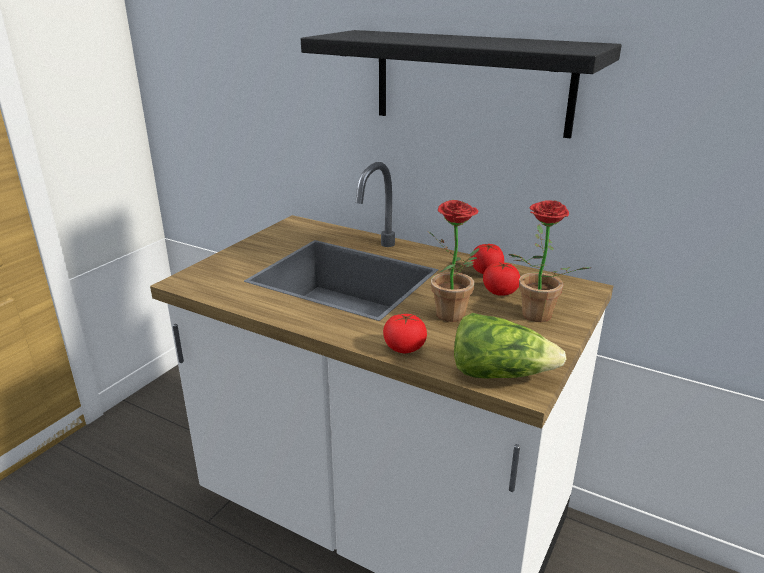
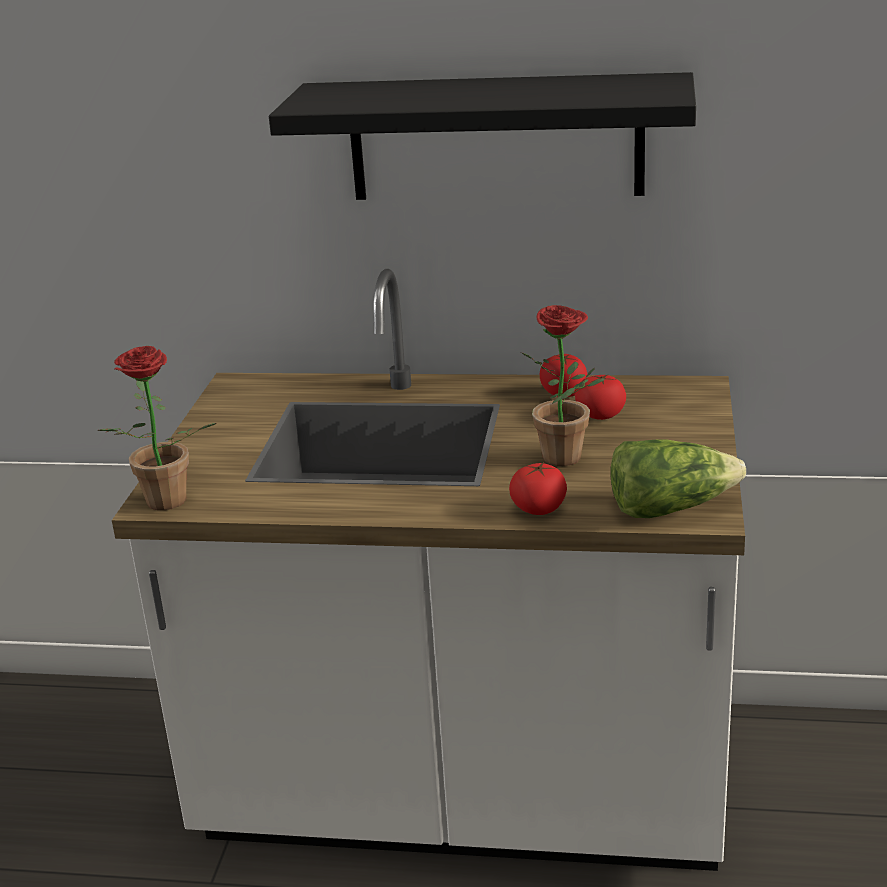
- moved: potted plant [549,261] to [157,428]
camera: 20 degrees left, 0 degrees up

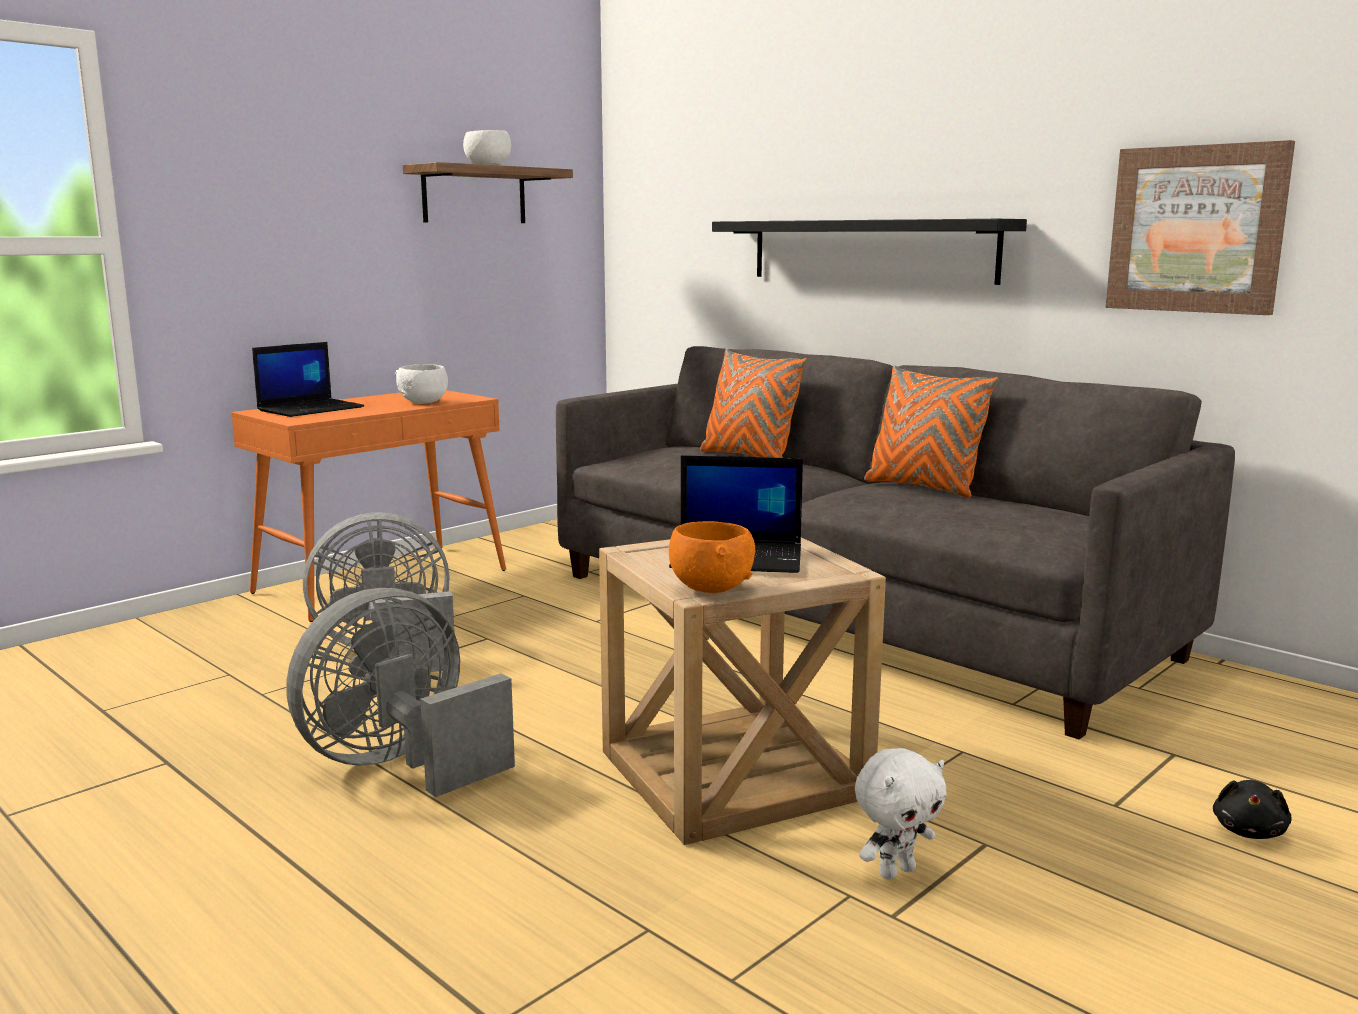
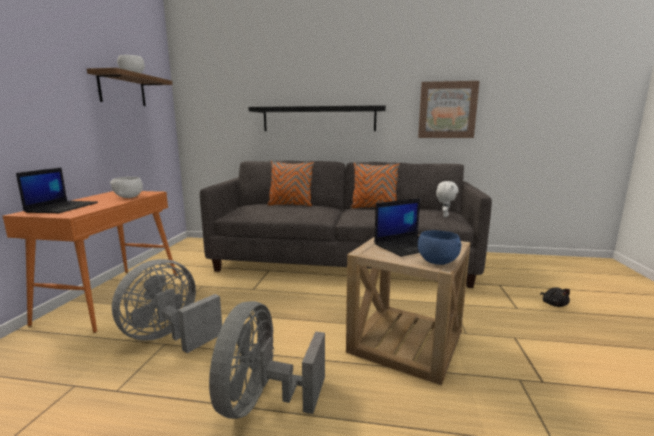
- recoloured: orange bowl [712,557] to blue bowl [440,247]
- moved: white plush toy [901,814] to [447,199]
camera: 35 degrees left, 0 degrees up

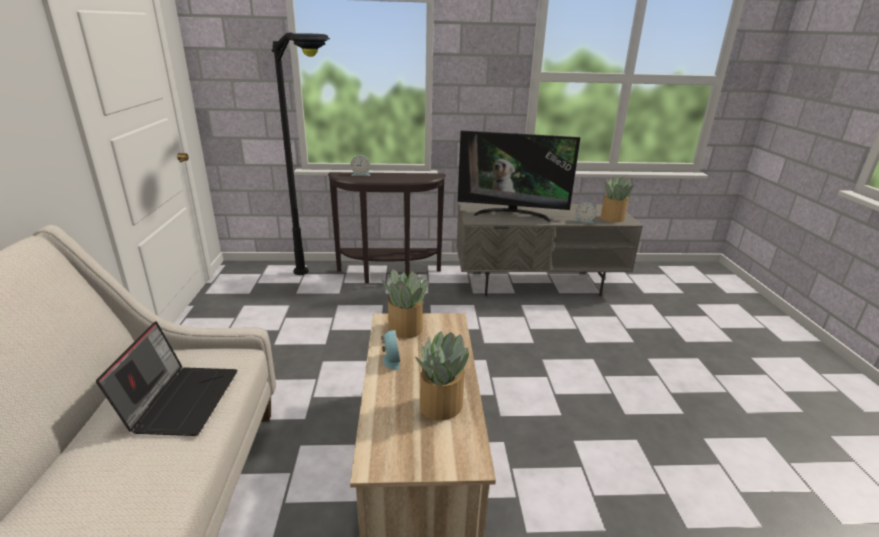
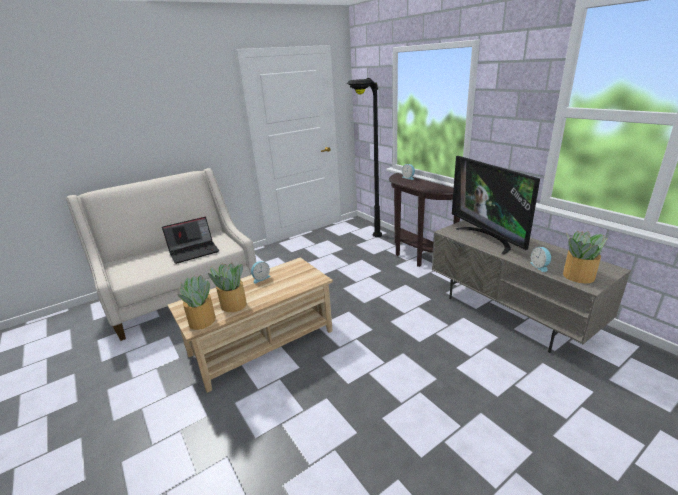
- moved: potted plant [405,303] to [196,302]
camera: 60 degrees right, 0 degrees up

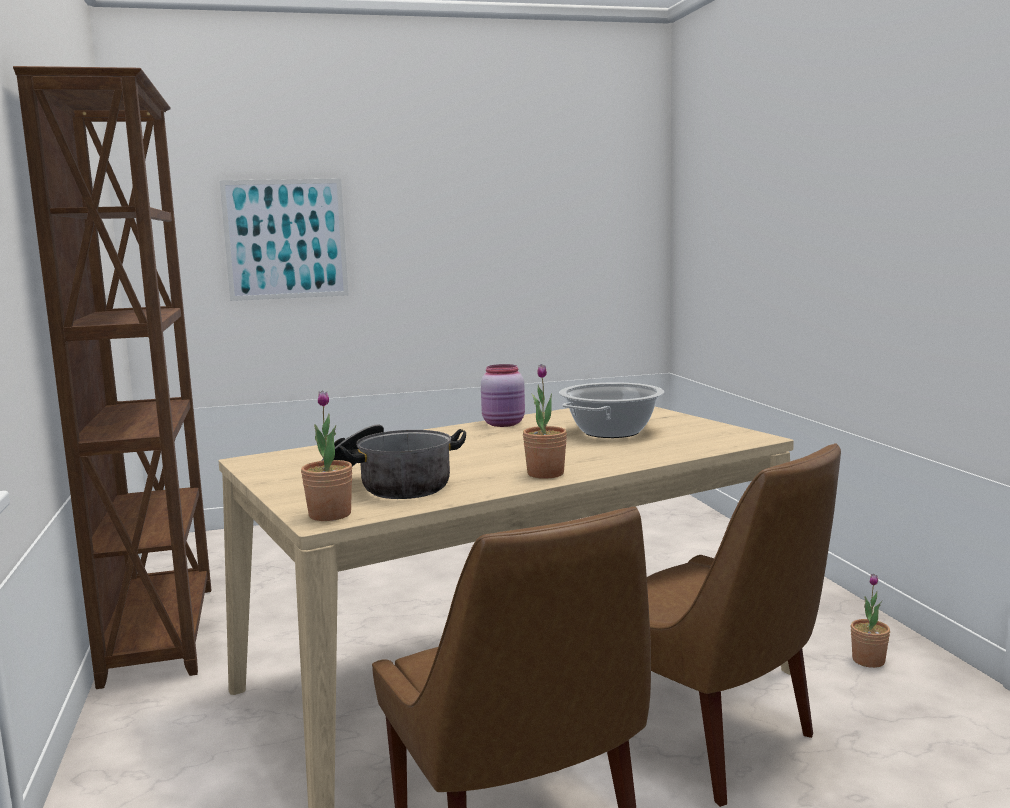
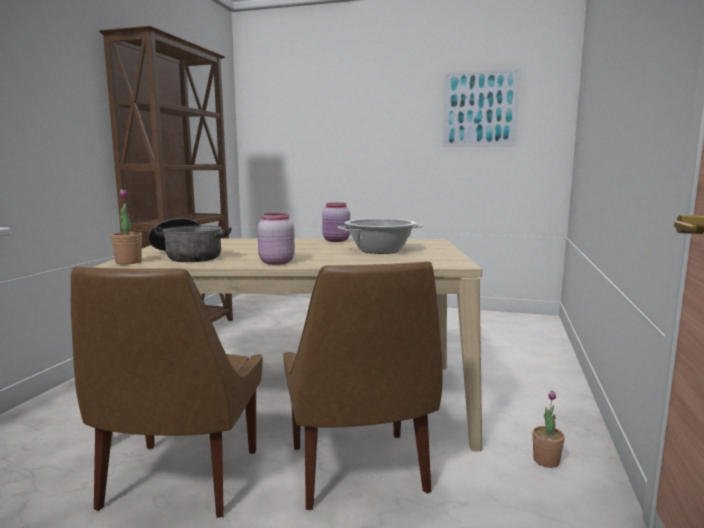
- moved: picture [284,239] to [481,107]
- replaced: potted plant [545,421] to pink jar [276,239]
camera: 30 degrees right, 0 degrees up

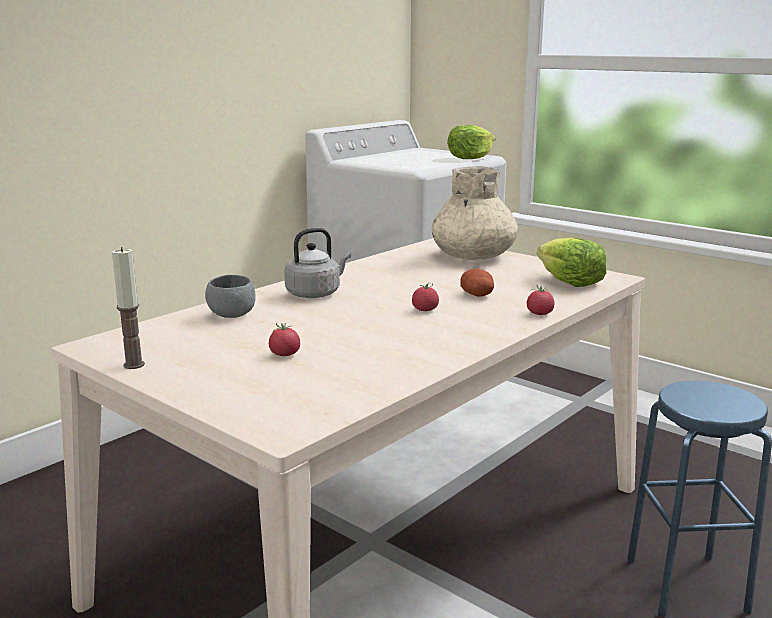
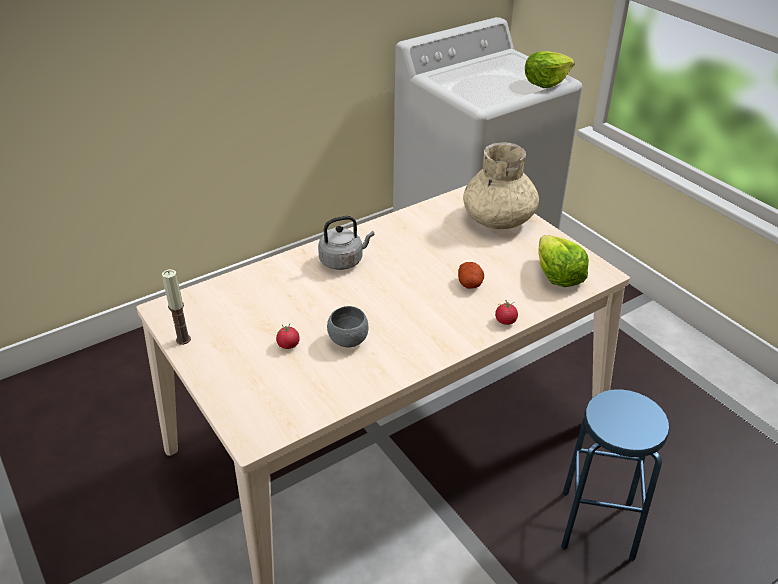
- moved: grey bowl [230,296] to [347,326]
- removed: tomato [425,297]
camera: 15 degrees right, 20 degrees up

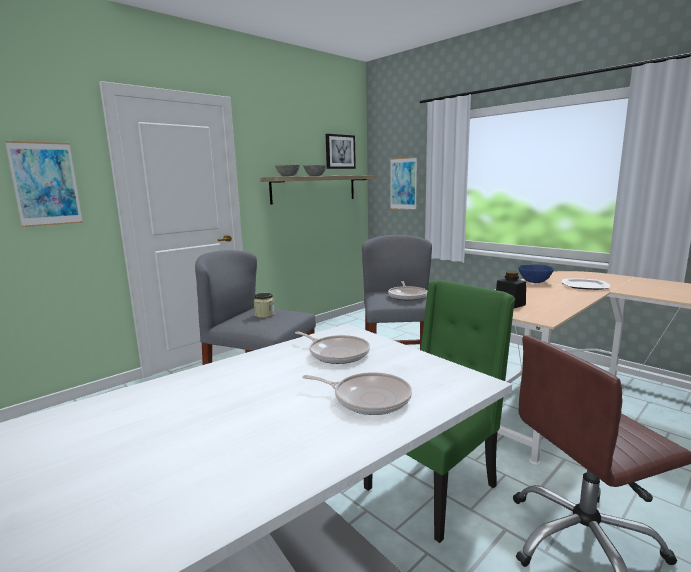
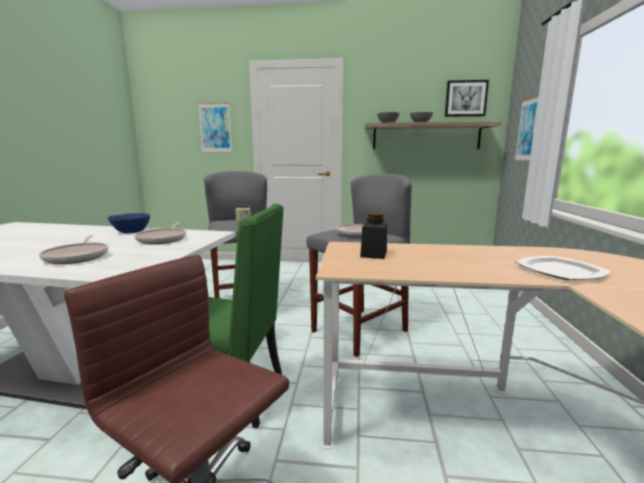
- moved: blue bowl [536,273] to [129,223]
camera: 50 degrees right, 0 degrees up

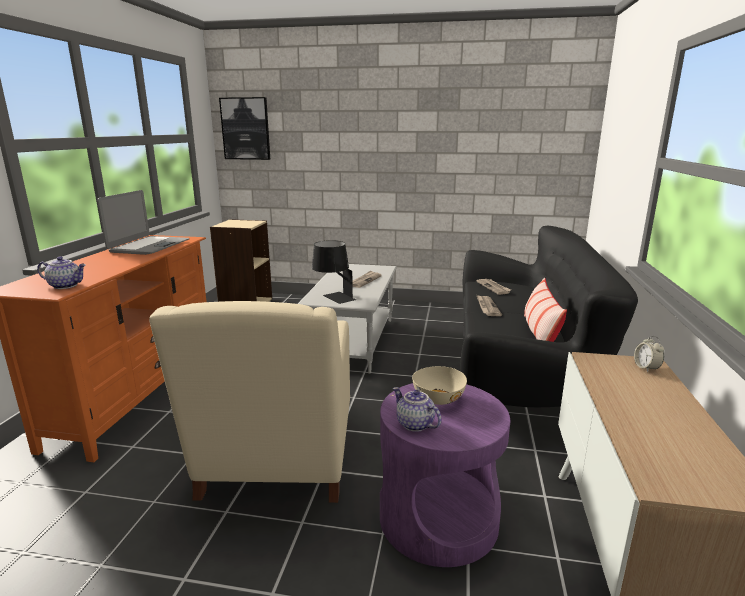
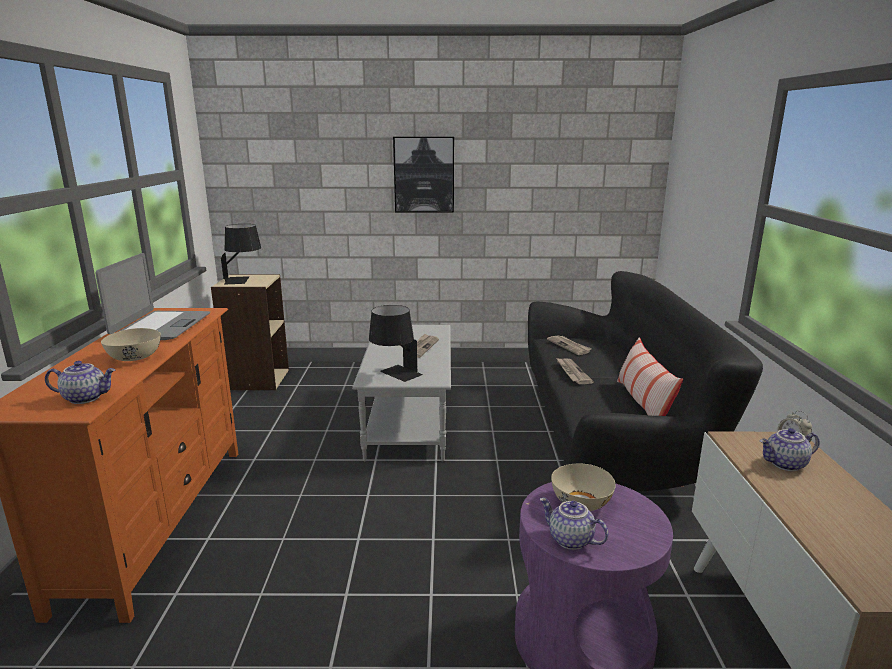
- moved: picture [244,128] to [423,175]
- removed: beige armchair [249,402]
- added: black table lamp [241,254]
- added: beige bowl [131,344]
- added: teapot [789,449]
camera: 10 degrees left, 0 degrees up

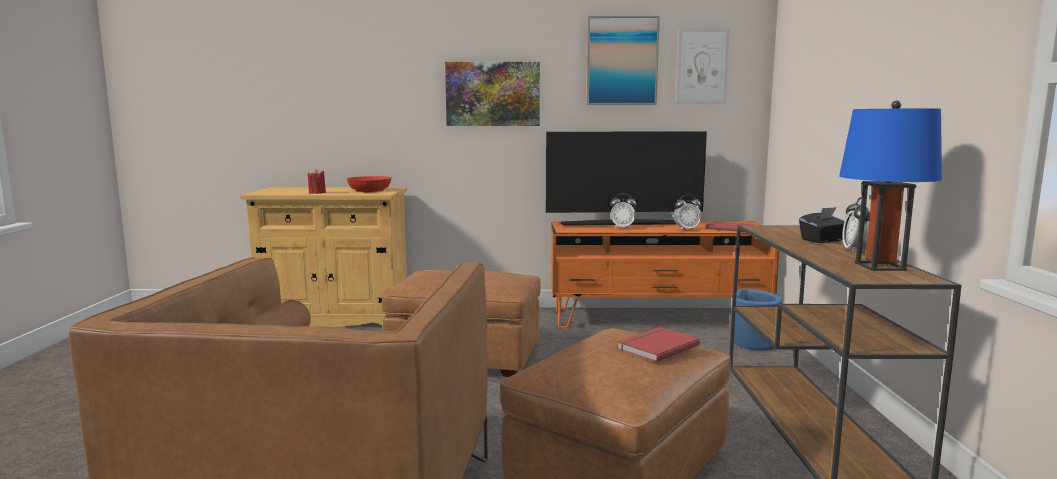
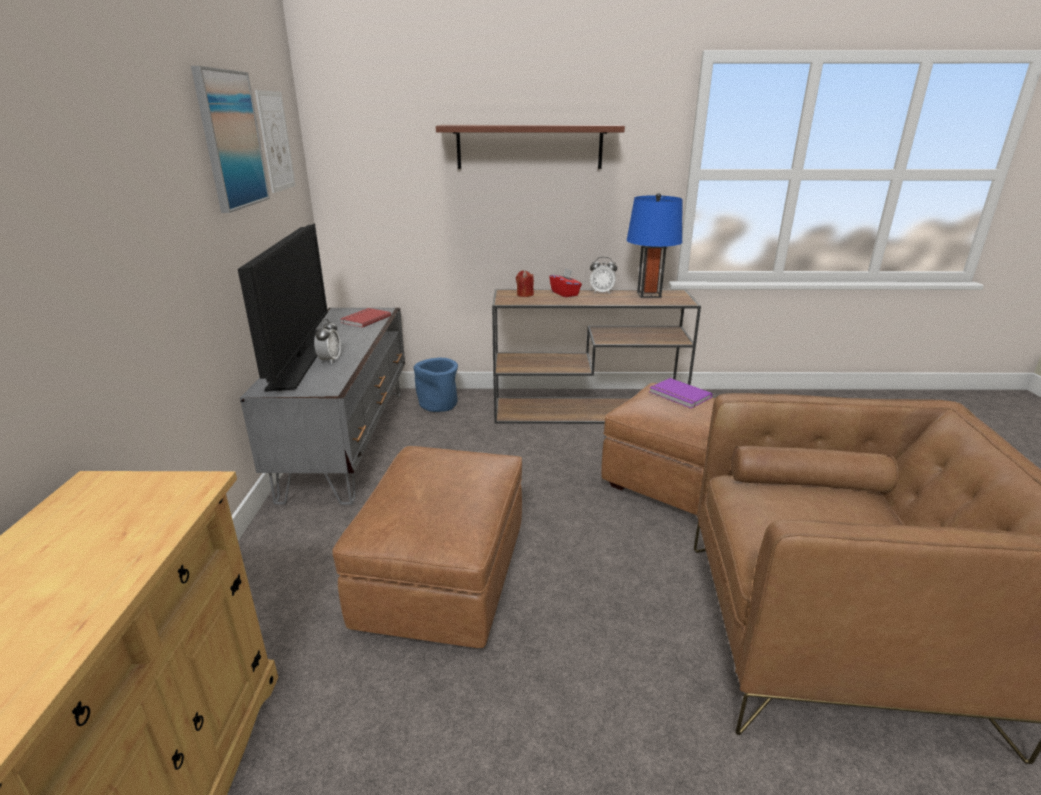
- removed: picture [492,94]
- moved: red candle [317,181] to [525,284]
- removed: red bowl [369,184]
- removed: alarm clock [687,212]
- recoloured: black tissue box [821,225] to red tissue box [565,282]
- recoloured: orange tv stand [665,275] to grey tv stand [322,406]
- recoloured: red book [658,344] to purple book [680,393]
- added: shelf [530,147]
camera: 90 degrees left, 15 degrees up

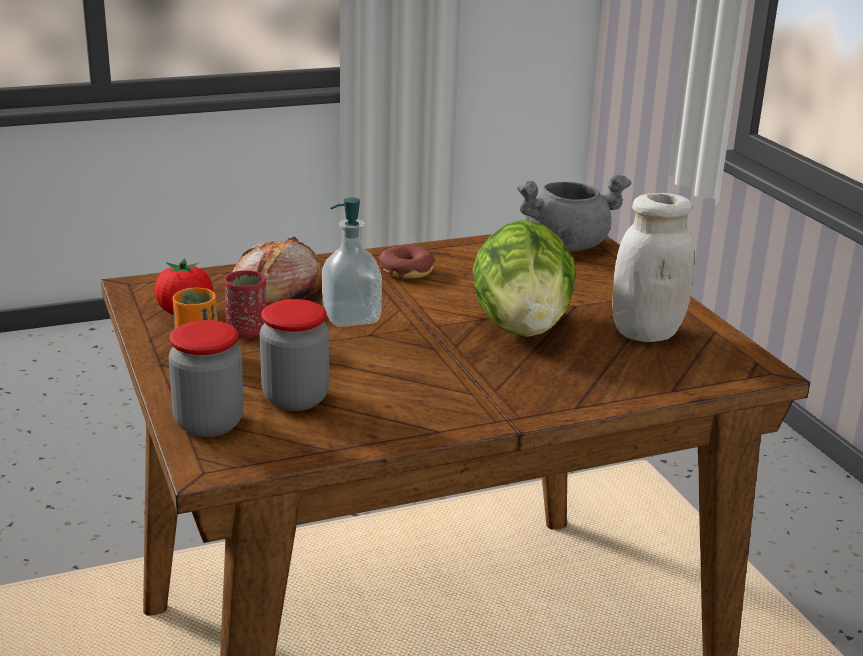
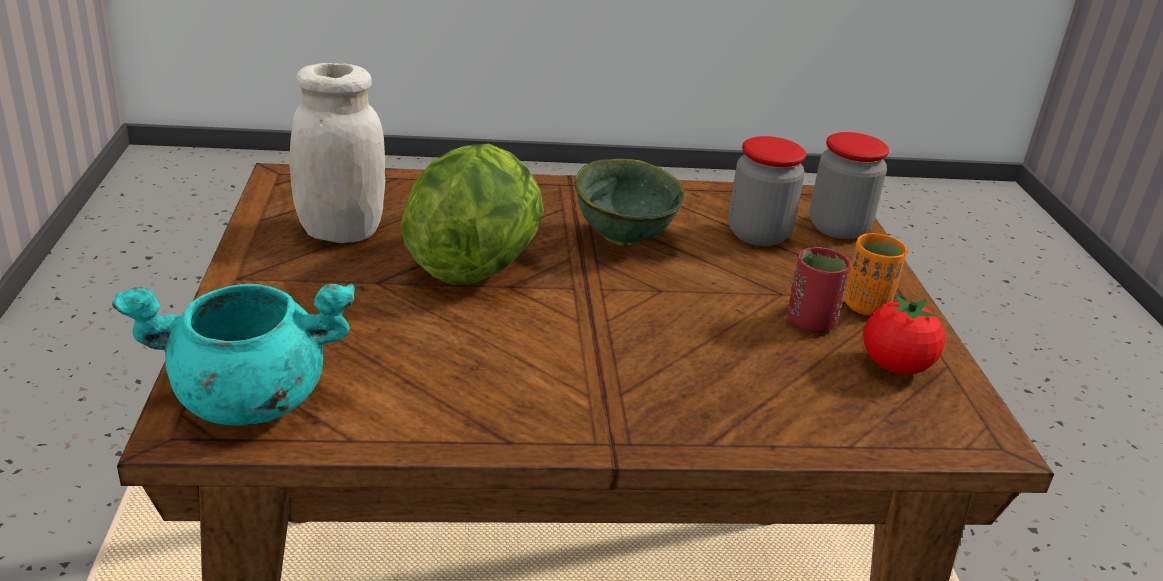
- recoloured: grey cooking pot [574,213] to turquoise cooking pot [233,354]
- removed: soap dispenser [352,262]
- removed: bread [277,271]
- removed: donut [407,261]
- added: green bowl [629,202]
camera: 165 degrees left, 5 degrees up

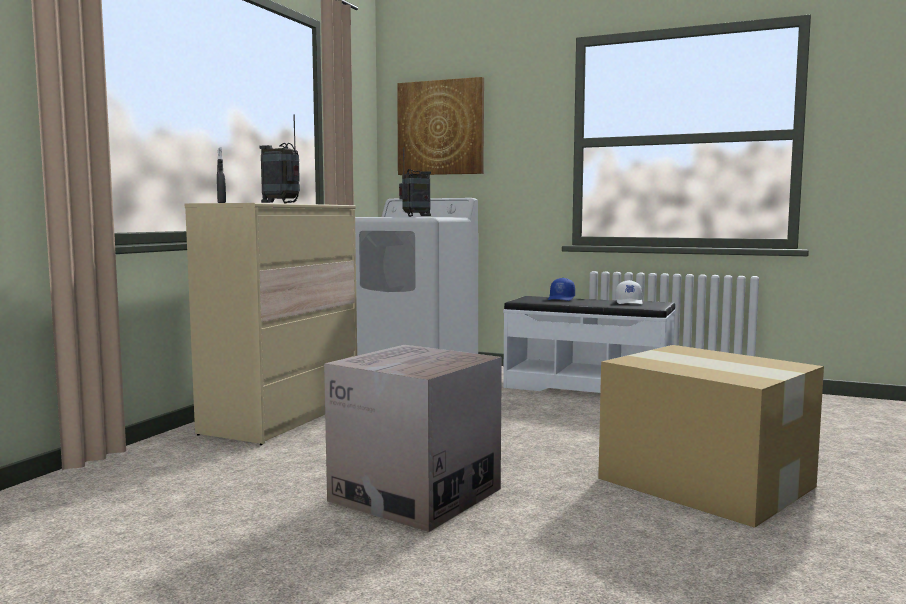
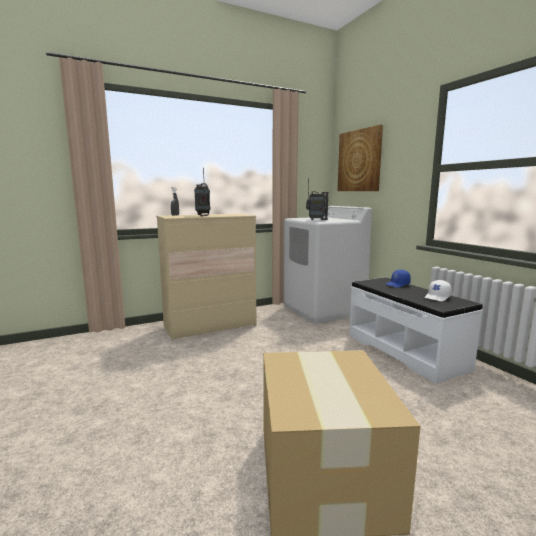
- removed: cardboard box [413,438]
camera: 40 degrees right, 5 degrees up

